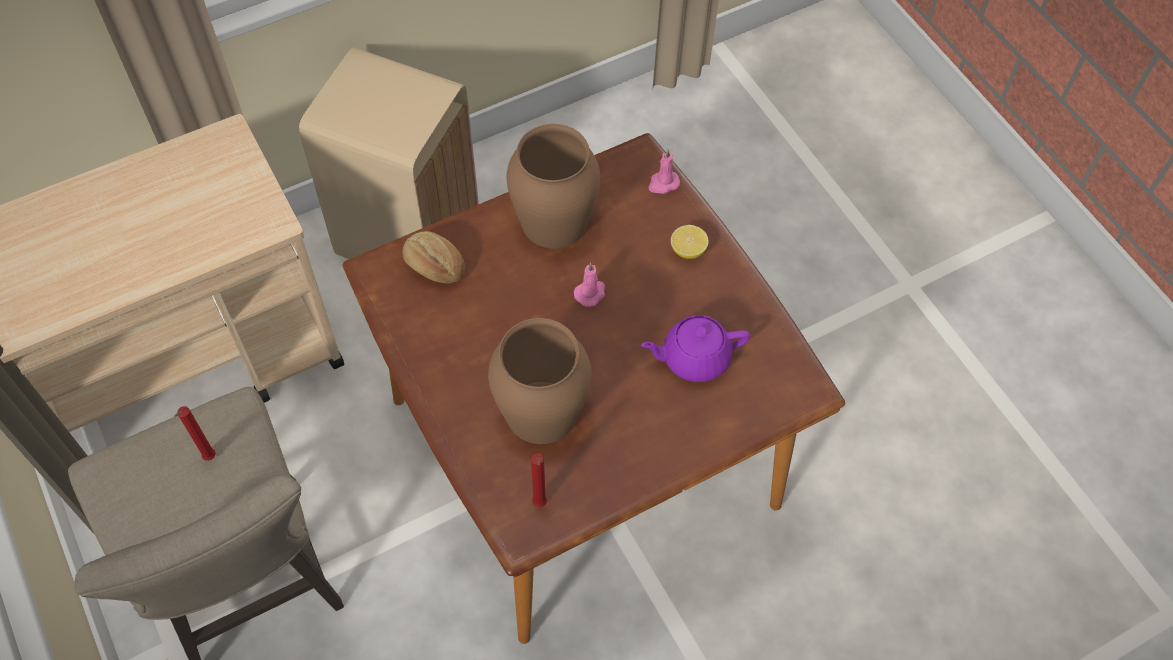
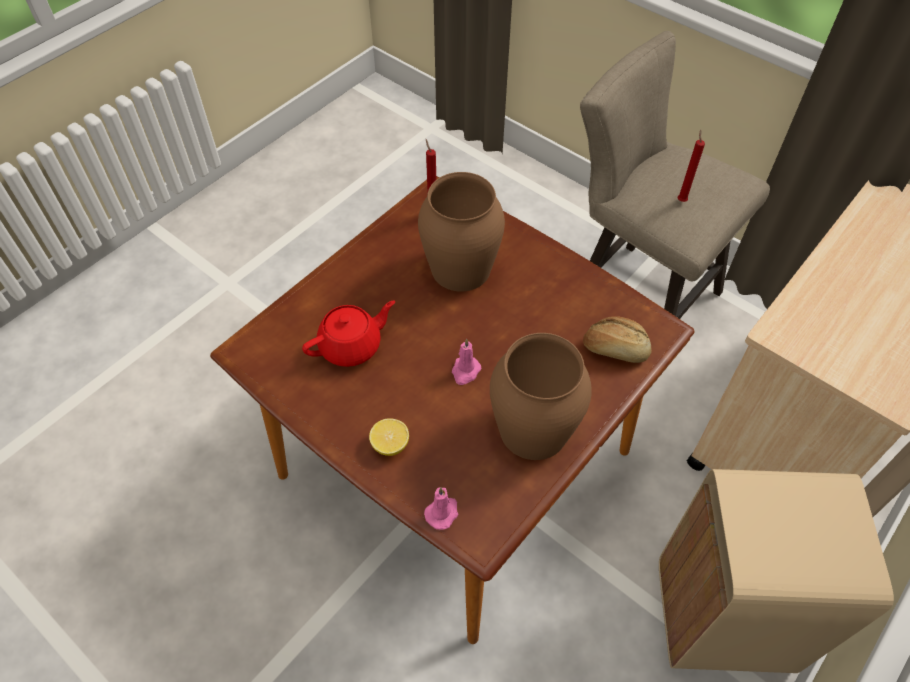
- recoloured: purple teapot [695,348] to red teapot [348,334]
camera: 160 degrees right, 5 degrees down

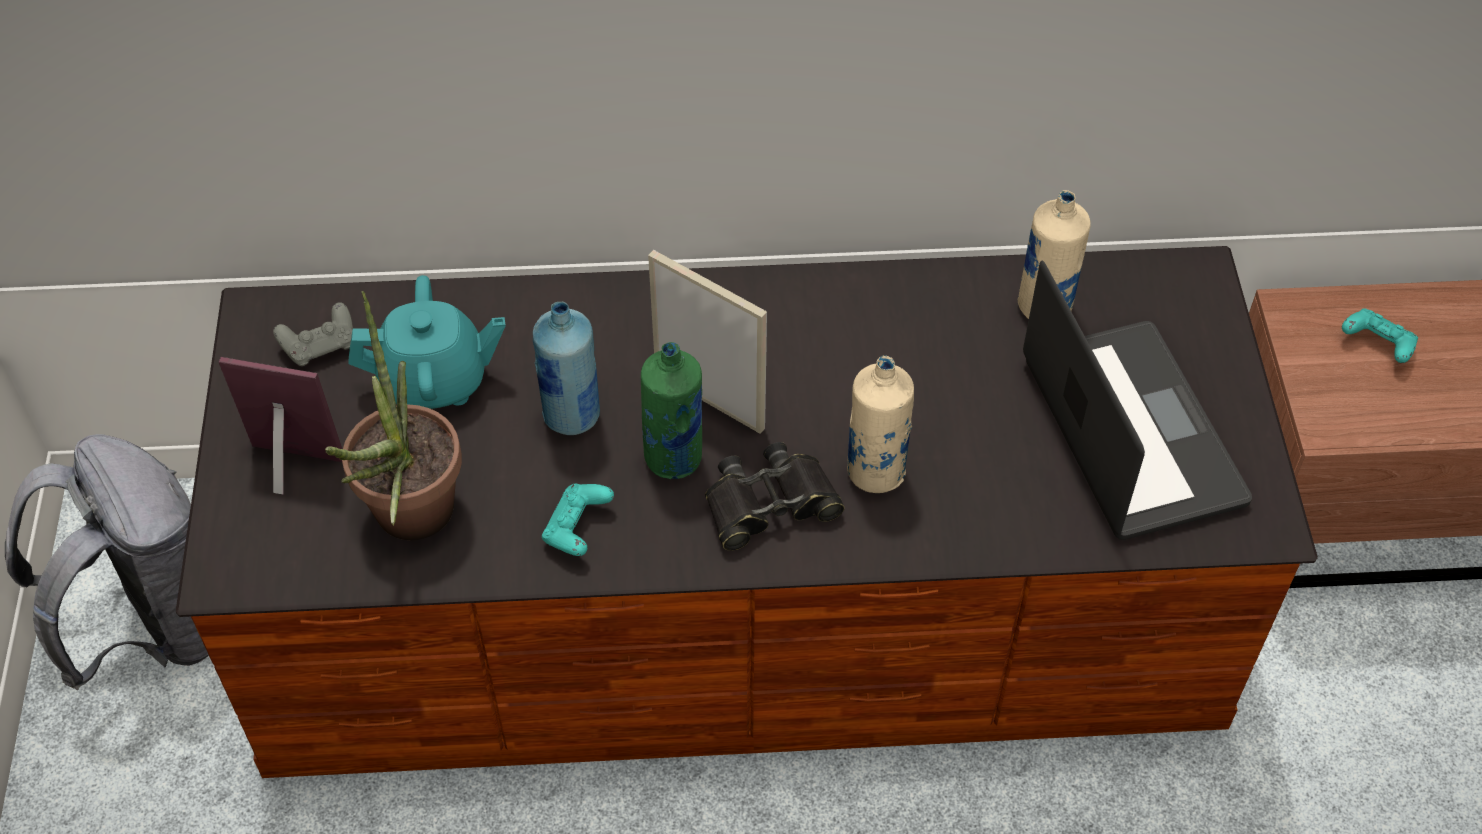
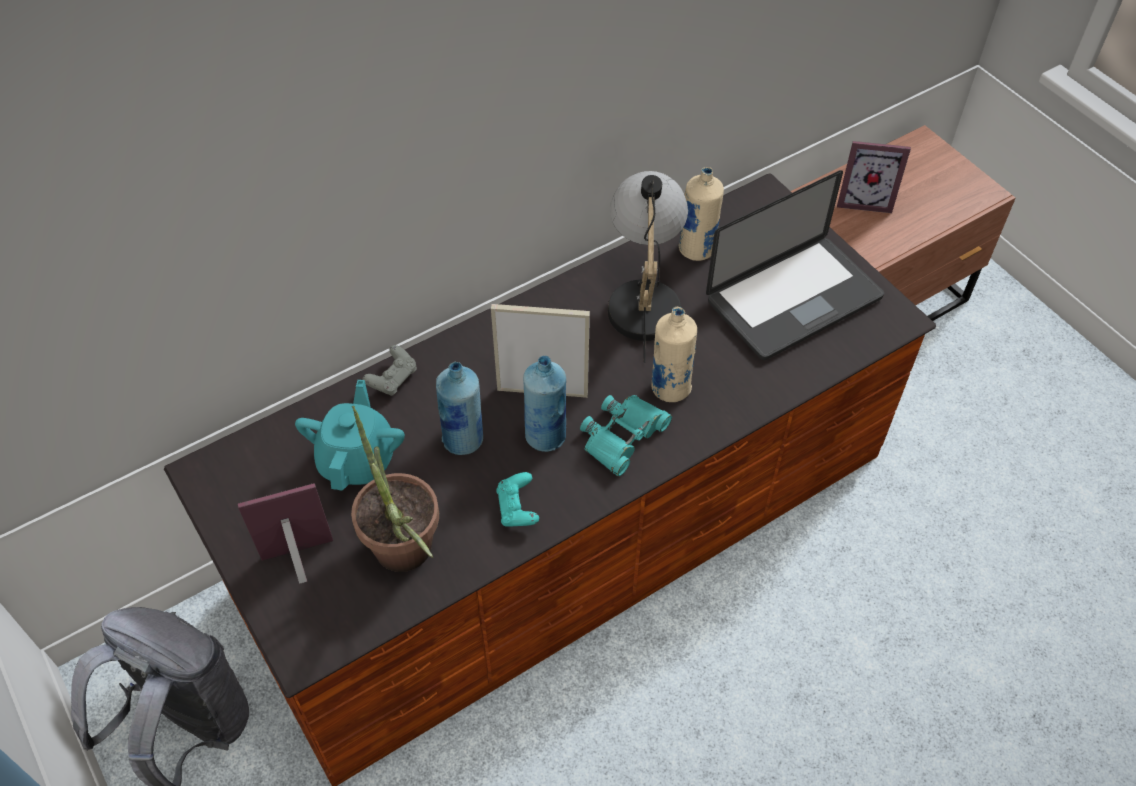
- turned: laptop [1137,400] = [795,265] 105 degrees clockwise
- turned: turquoise teapot [426,342] = [350,435] 45 degrees counterclockwise
- moved: grey game controller [313,334] to [390,370]
- replaced: turquoise game controller [1380,335] to picture frame [874,177]
- recoloured: green bottle [671,410] to blue bottle [544,404]
- recoloured: black binoculars [775,496] to turquoise binoculars [626,435]
- added: table lamp [648,267]
camera: 30 degrees left, 0 degrees up

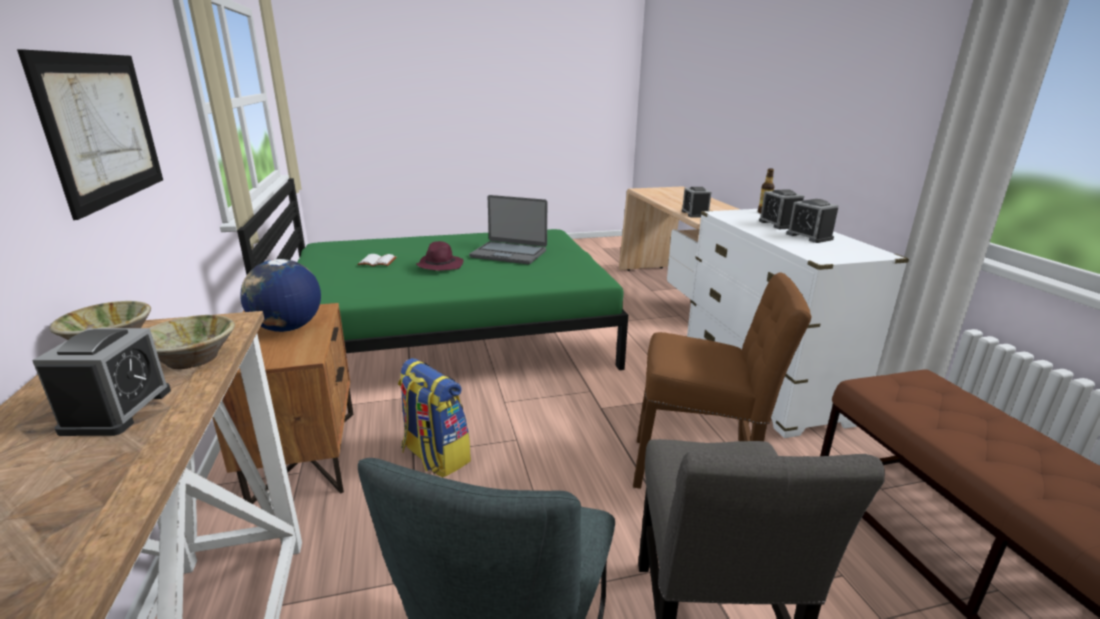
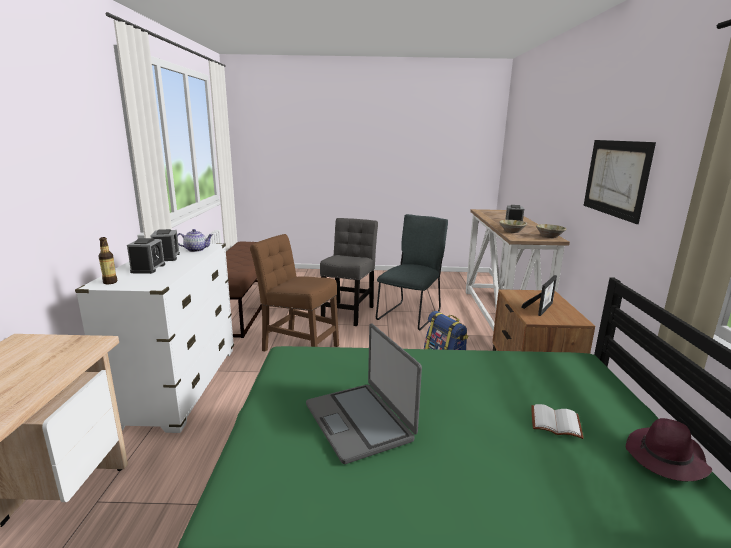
- removed: alarm clock [696,202]
- turned: laptop [508,229] = [364,393] 150 degrees counterclockwise
- moved: purple hat [440,256] to [669,449]
- replaced: globe [280,295] to picture frame [539,295]
- added: teapot [195,240]
camera: 165 degrees left, 5 degrees down

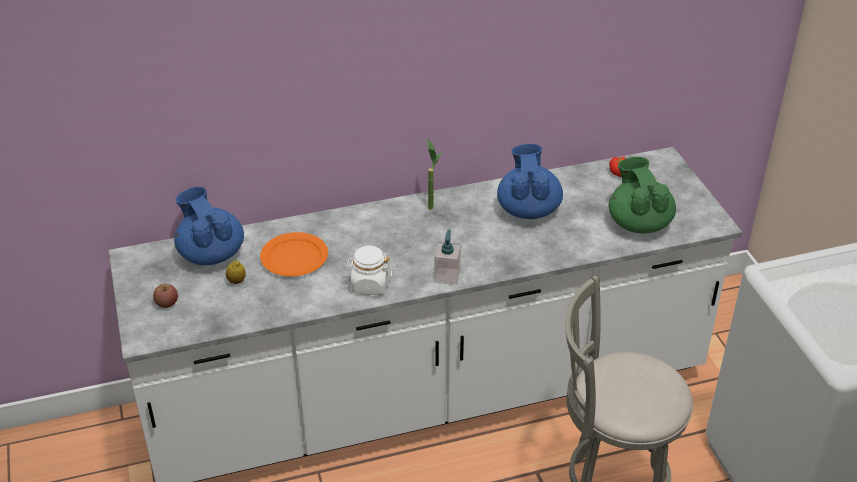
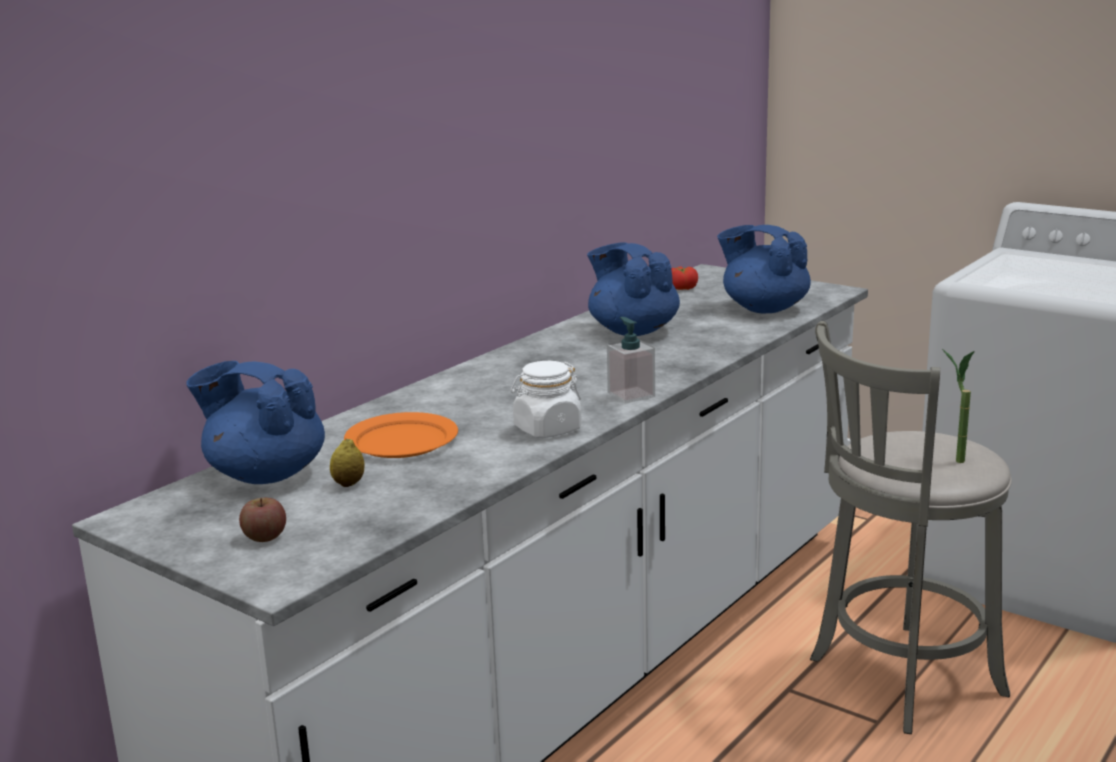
- moved: potted plant [434,174] to [958,406]
- recoloured: green teapot [642,195] to blue teapot [764,269]
camera: 35 degrees left, 20 degrees down

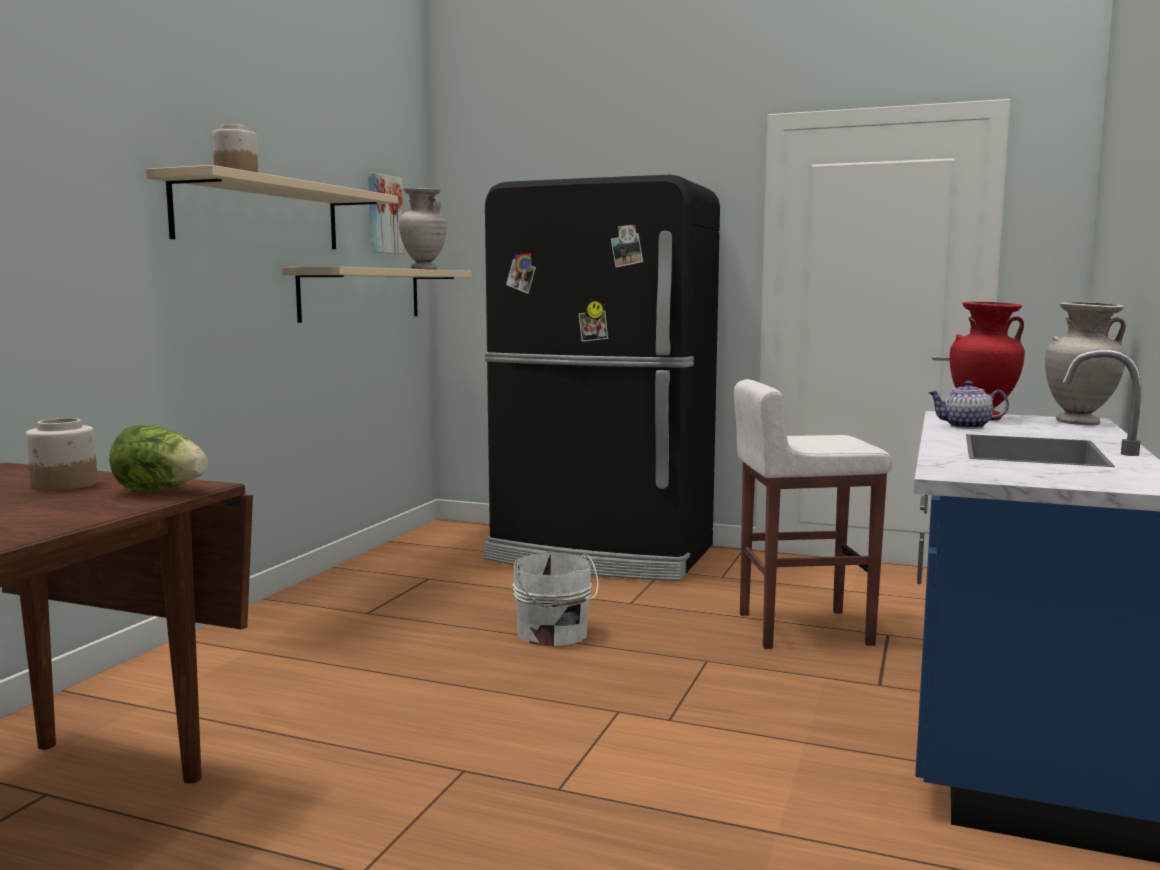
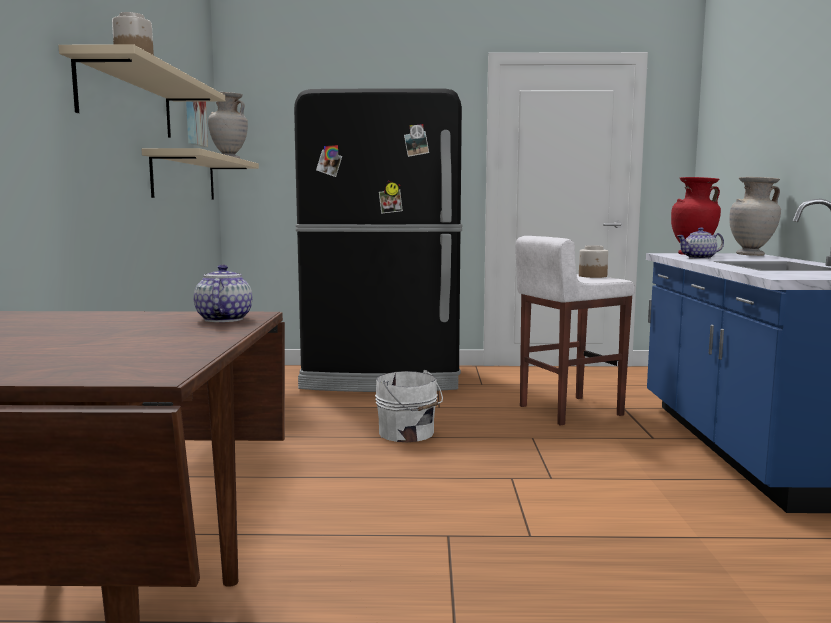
- moved: jar [62,454] to [593,261]
- replaced: lettuce [158,458] to teapot [222,293]
camera: 20 degrees left, 0 degrees up

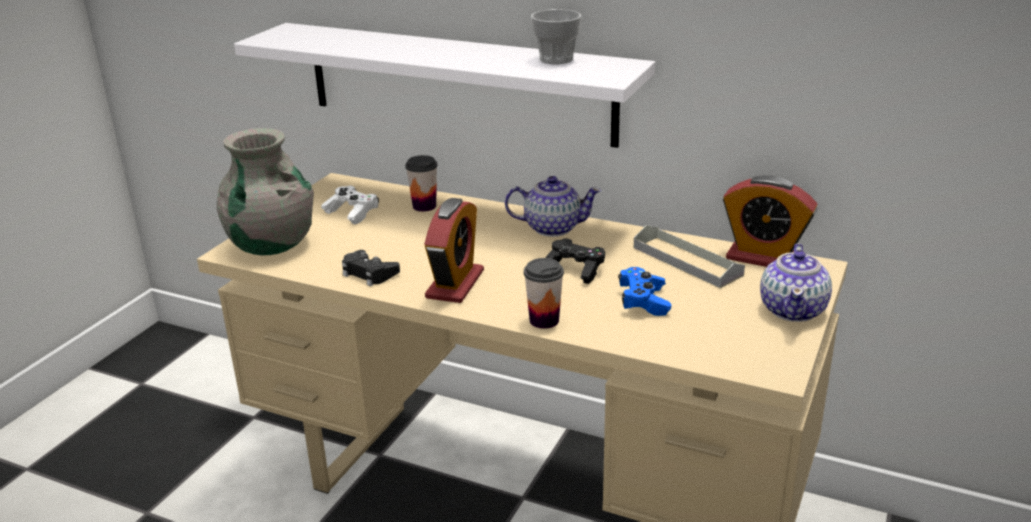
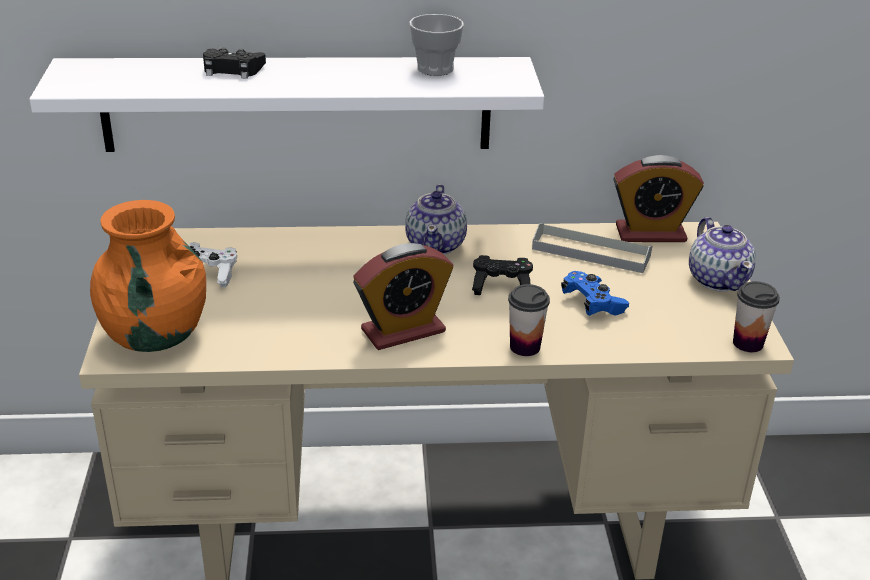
- recoloured: grey vase [265,192] to orange vase [148,276]
- moved: cup [421,183] to [756,316]
- turned: teapot [553,206] = [436,219] 120 degrees clockwise
- turned: alarm clock [454,250] = [403,296] 75 degrees clockwise
- moved: black game controller [371,268] to [234,63]
camera: 30 degrees left, 5 degrees up

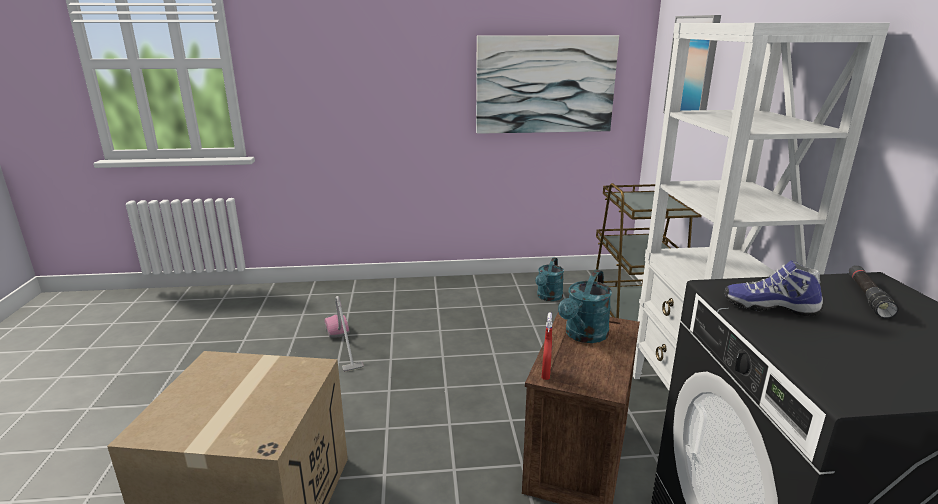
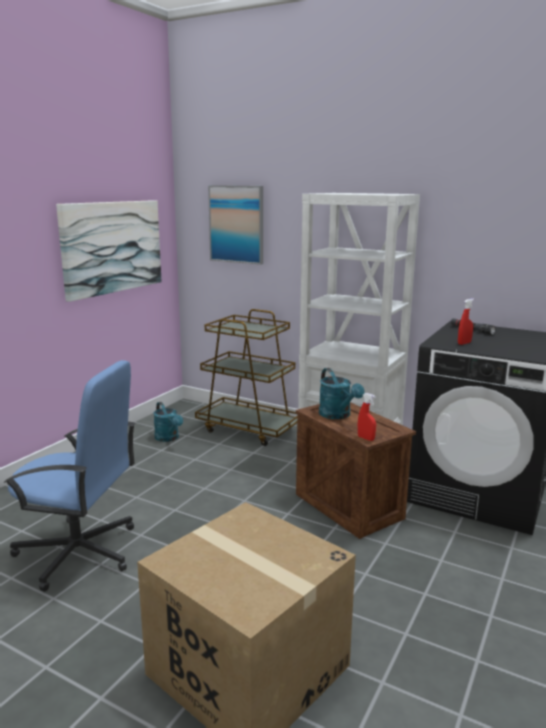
- replaced: shoe [773,288] to red spray bottle [466,322]
- replaced: vacuum cleaner [344,334] to blue office chair [70,476]
camera: 55 degrees left, 5 degrees down

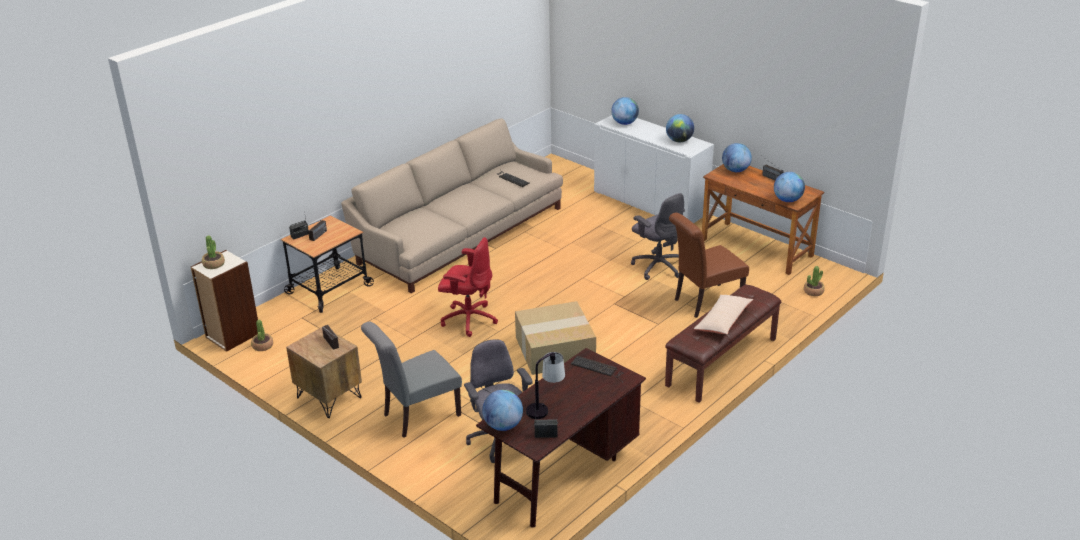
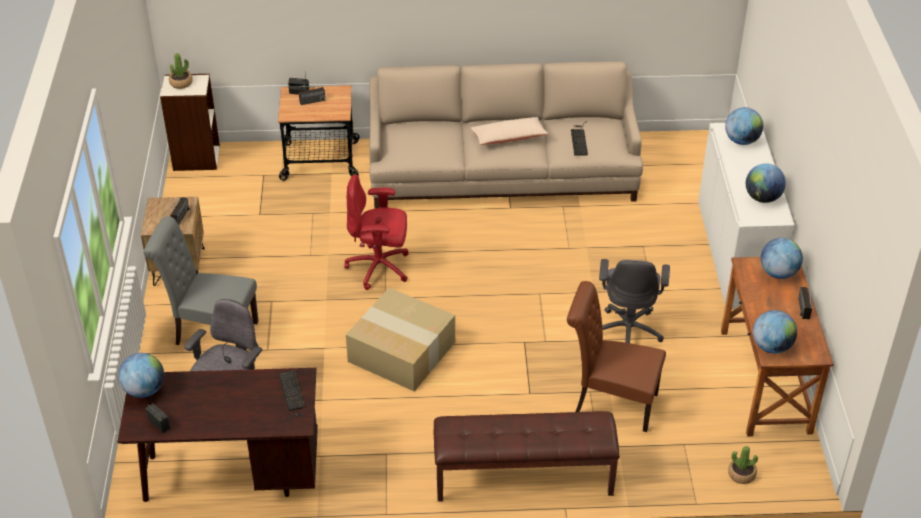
- turned: red office chair [468,287] = [376,232] 120 degrees clockwise
- moved: beige pillow [723,314] to [510,131]
- removed: potted plant [262,335]
- removed: table lamp [545,385]
camera: 45 degrees right, 10 degrees up

